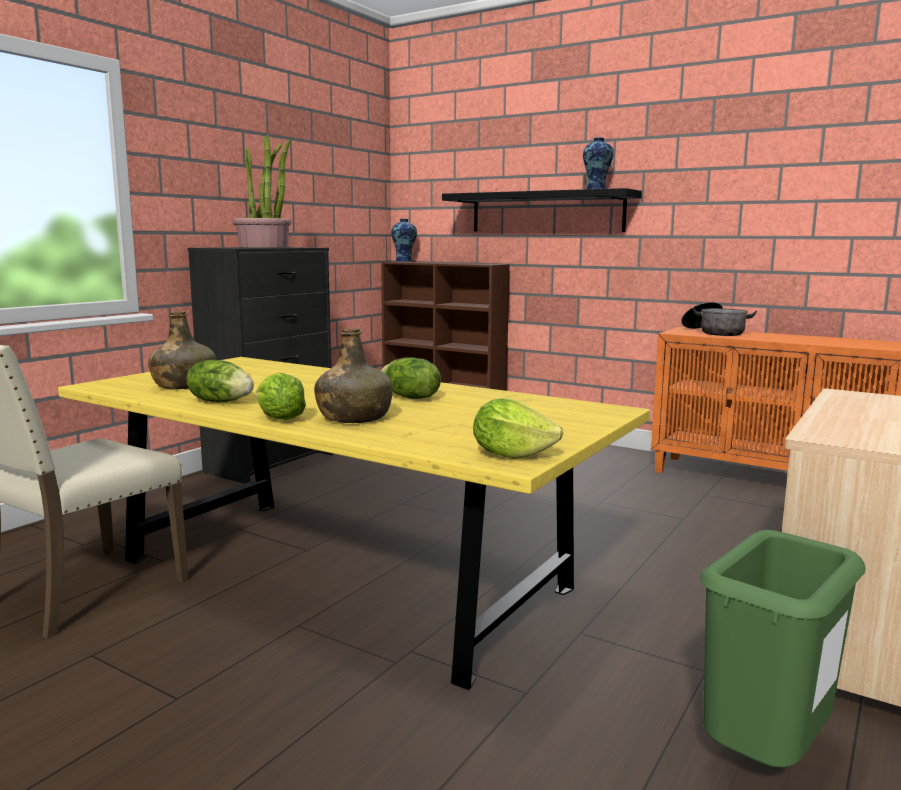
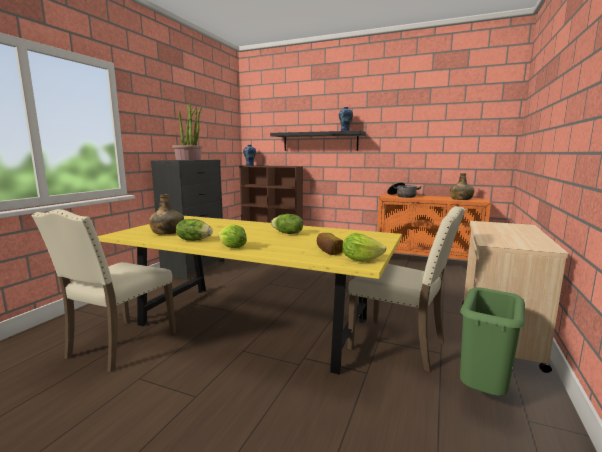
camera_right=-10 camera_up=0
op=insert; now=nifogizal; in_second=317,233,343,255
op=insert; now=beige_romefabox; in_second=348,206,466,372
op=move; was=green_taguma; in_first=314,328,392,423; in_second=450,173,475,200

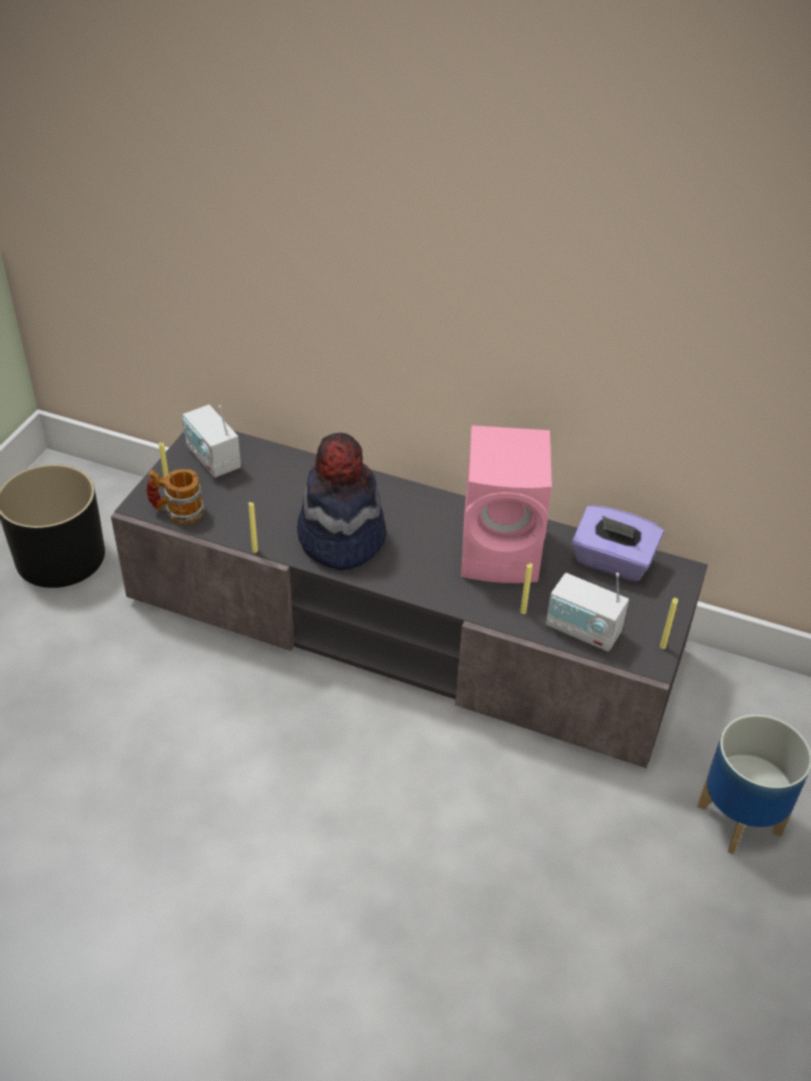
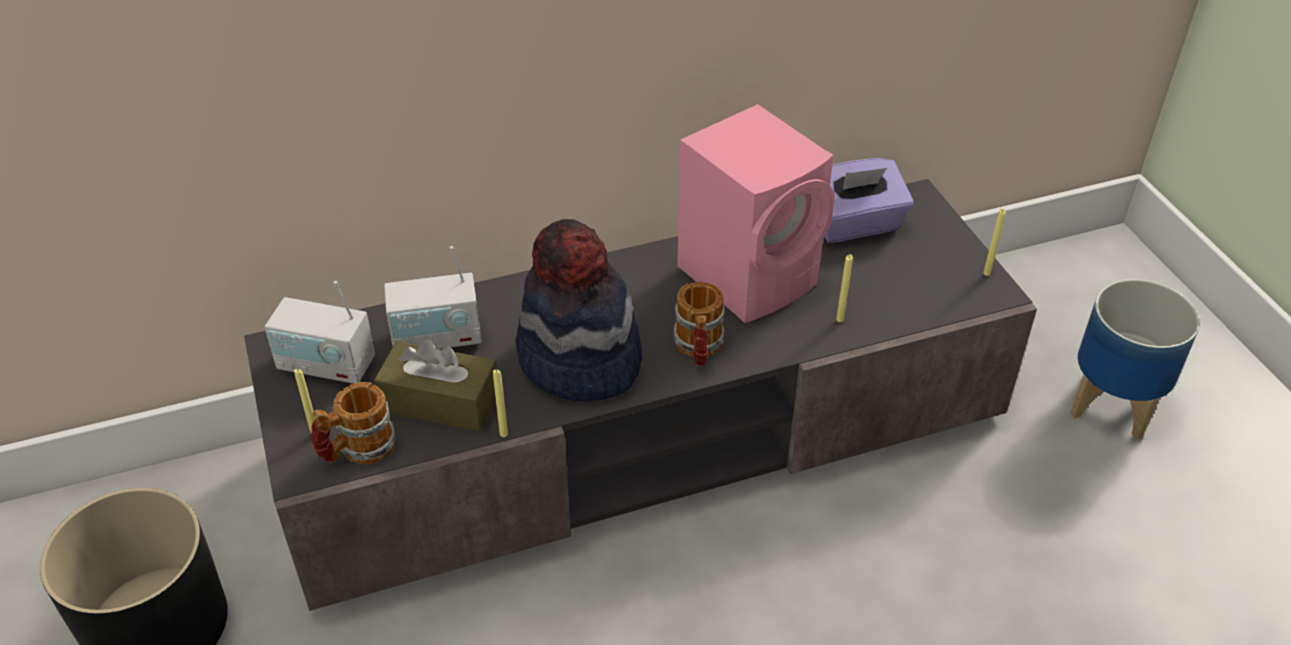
camera_right=-40 camera_up=0
op=insert; now=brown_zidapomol; in_second=374,339,497,432
op=insert; now=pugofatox; in_second=673,282,725,366
op=move; was=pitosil; in_first=546,573,629,652; in_second=384,246,481,349

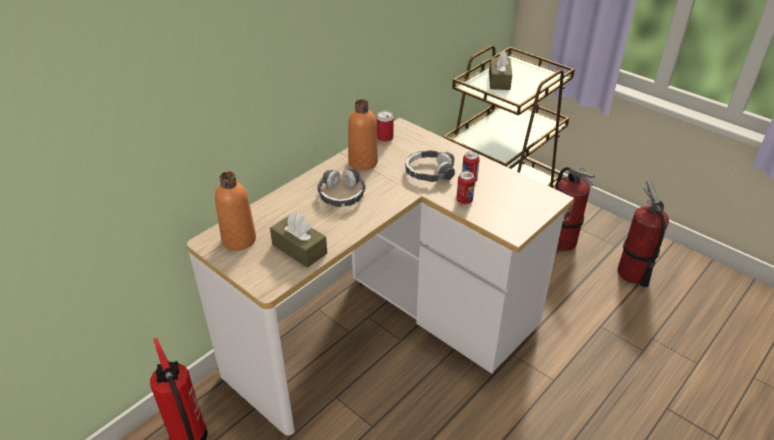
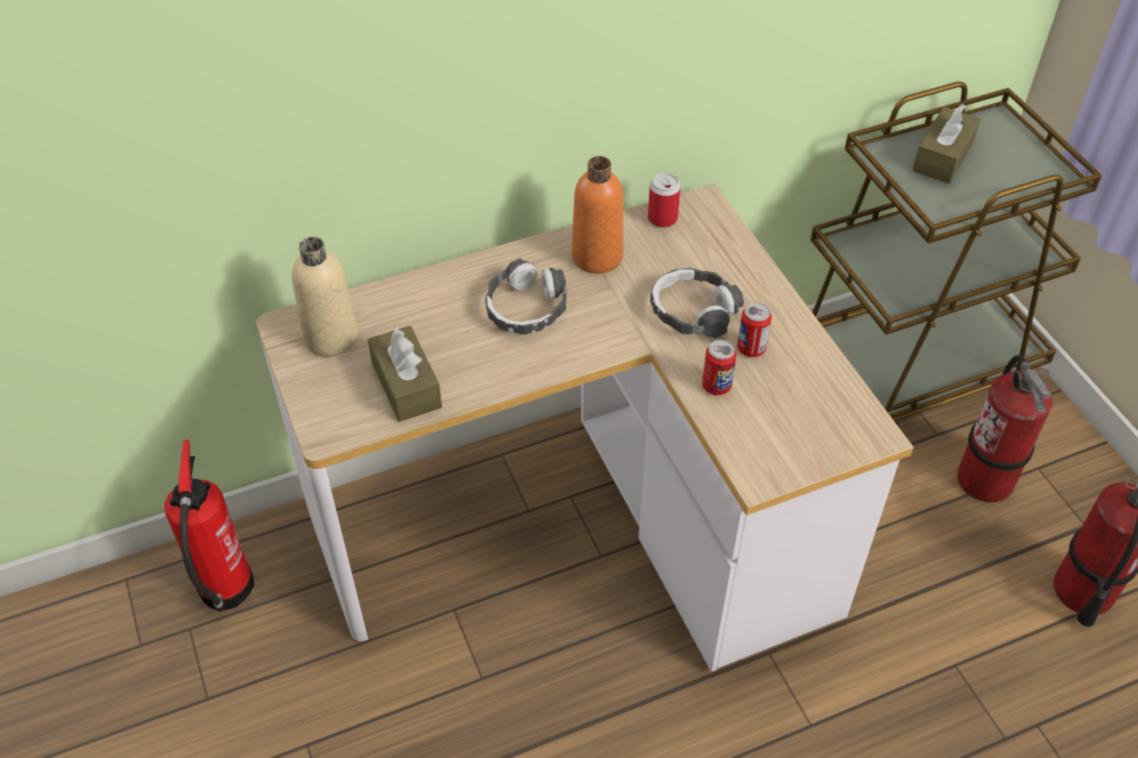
camera_right=25 camera_up=10
op=recolor; was=orange_taguma; now=beige_taguma; in_first=215,171,256,250; in_second=292,237,358,357

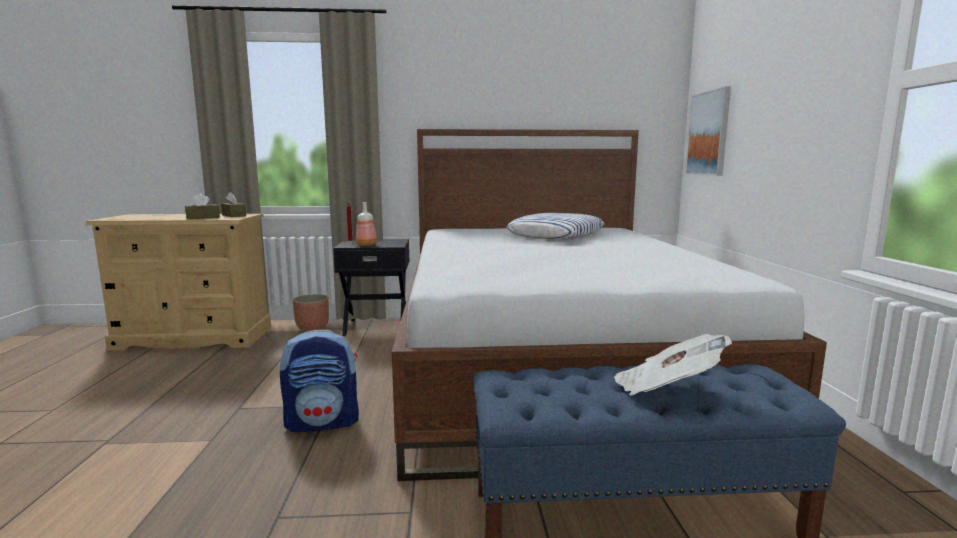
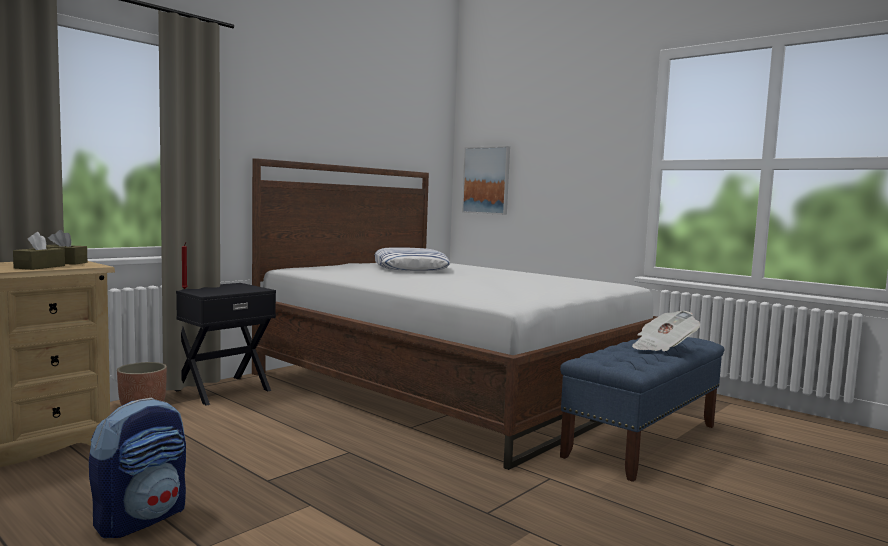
camera_right=-45 camera_up=-5
op=delete; was=taguma; in_first=356,202,377,246
op=move; was=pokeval; in_first=280,330,359,432; in_second=89,398,186,538

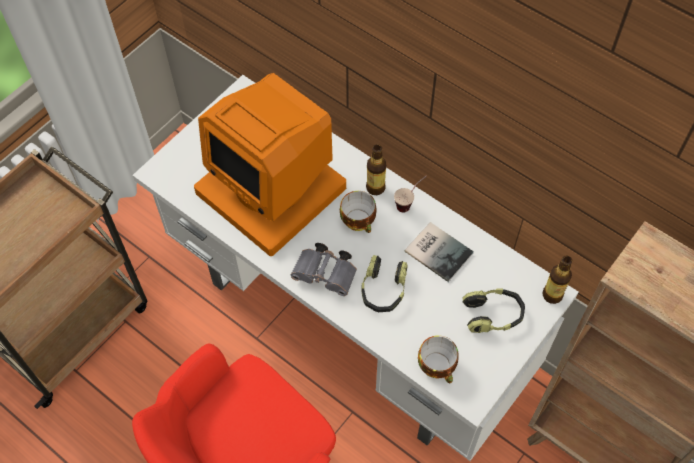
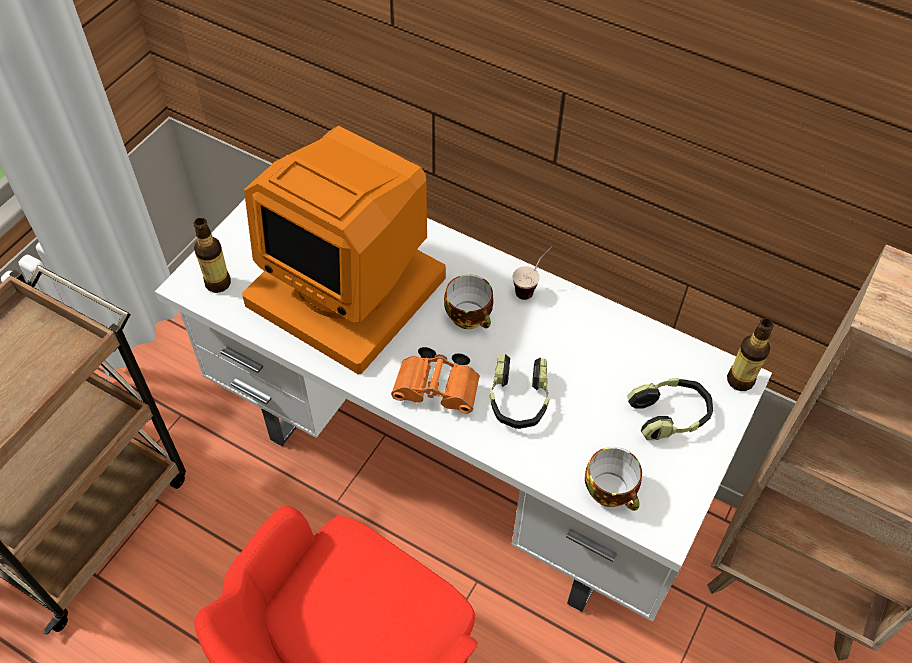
camera_right=-10 camera_up=-5
op=delete; was=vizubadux; in_first=405,222,474,282
op=move; was=taguma; in_first=366,144,386,195; in_second=193,218,231,293
op=recolor; was=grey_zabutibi; now=orange_zabutibi; in_first=291,243,357,296; in_second=391,347,480,414

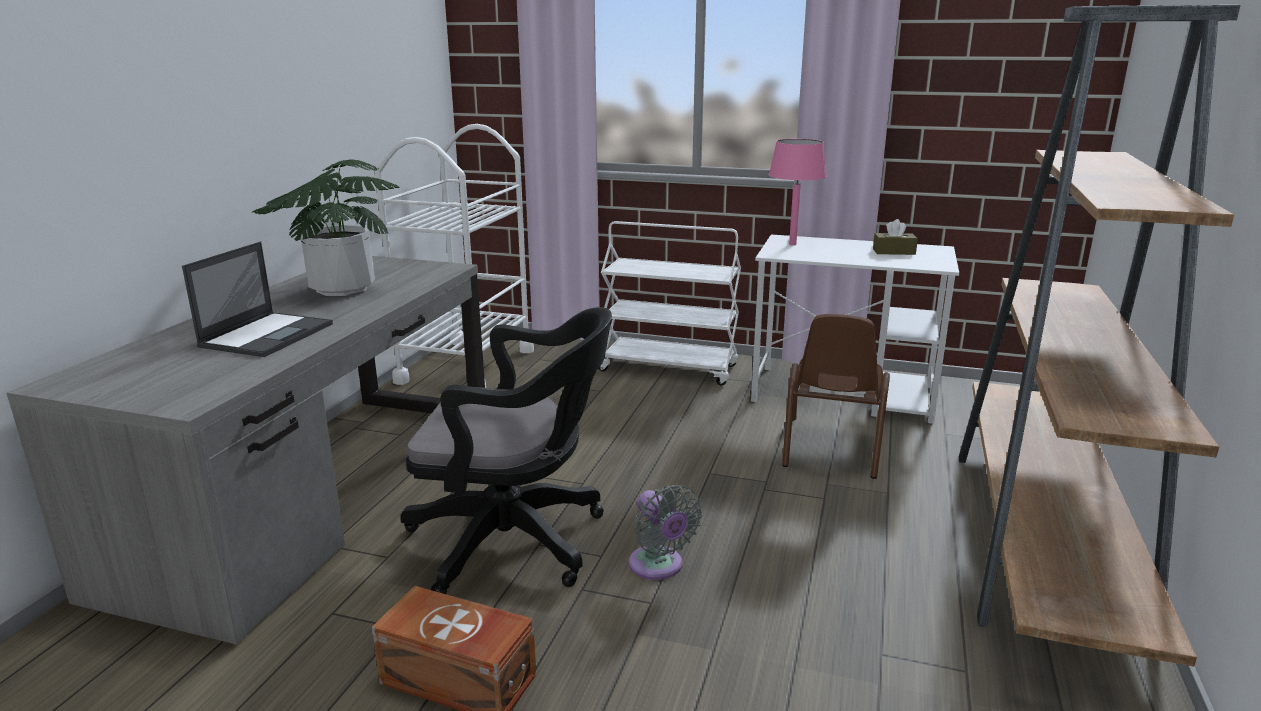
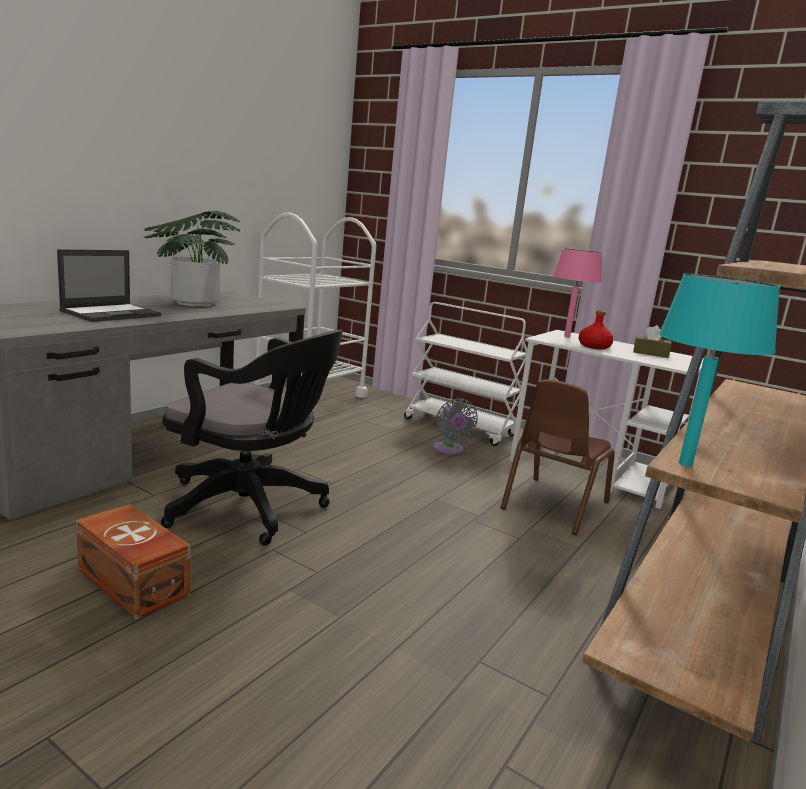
camera_right=15 camera_up=-5
op=insert; now=red_taguma; in_second=578,311,614,350
op=insert; now=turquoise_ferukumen; in_second=659,274,780,467
op=move; was=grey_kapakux; in_first=629,485,703,580; in_second=433,398,478,455

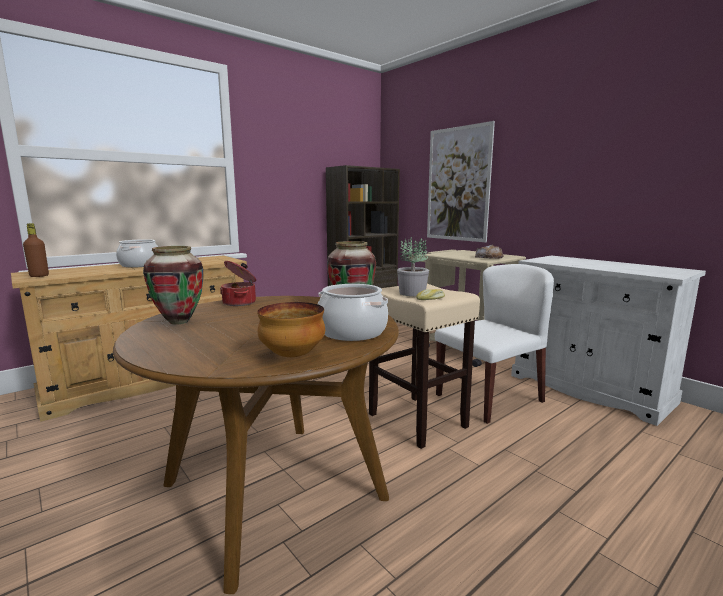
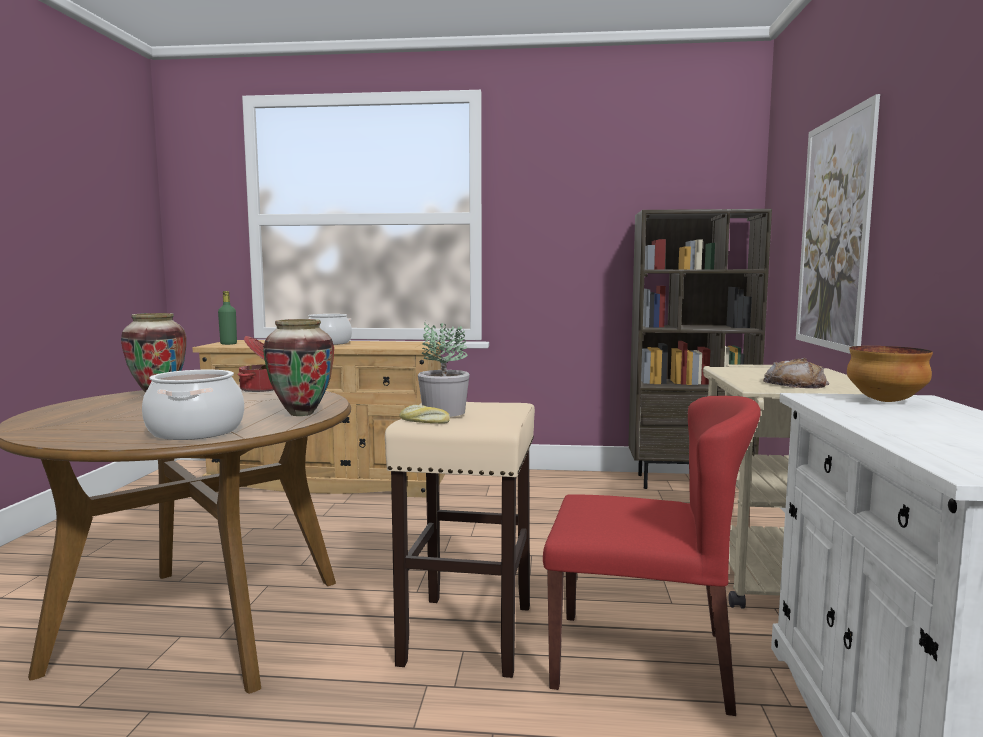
camera_right=45 camera_up=-5
op=move; was=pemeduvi; in_first=257,302,325,357; in_second=847,346,933,402
op=recolor; was=brown_taguma; now=green_taguma; in_first=23,223,49,277; in_second=218,291,237,345
op=recolor; was=white_romefabox; now=red_romefabox; in_first=435,264,554,424; in_second=543,396,761,716

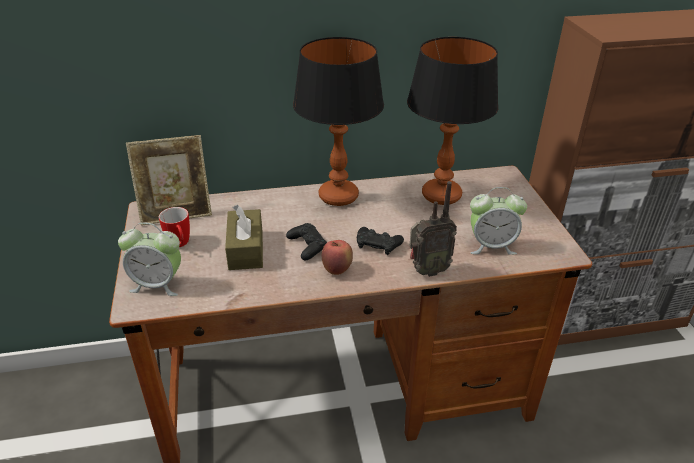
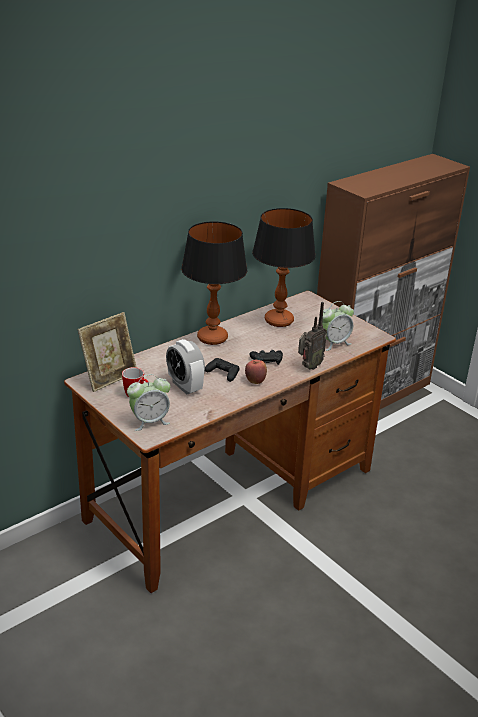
camera_right=-30 camera_up=-5
op=replace; was=brown_zidapomol; now=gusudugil; in_first=225,205,263,270; in_second=166,339,205,395

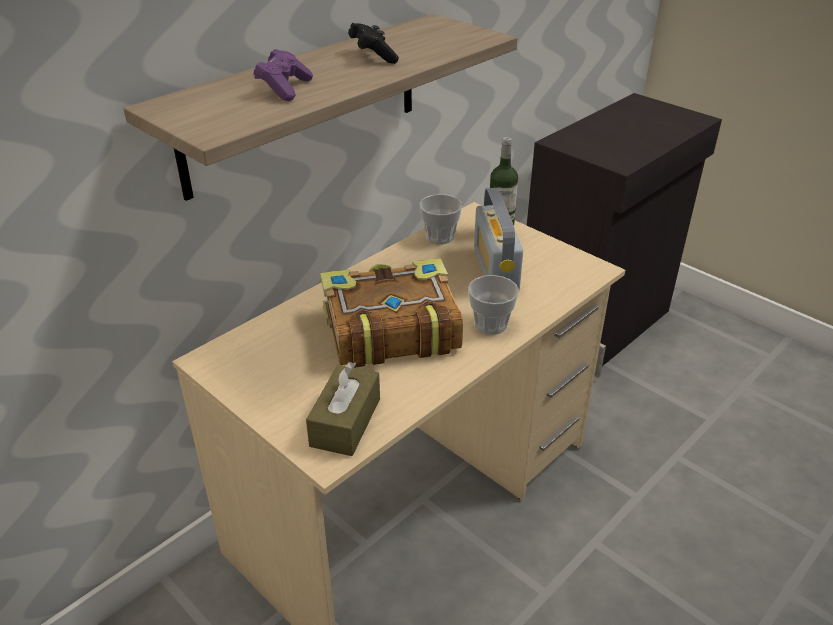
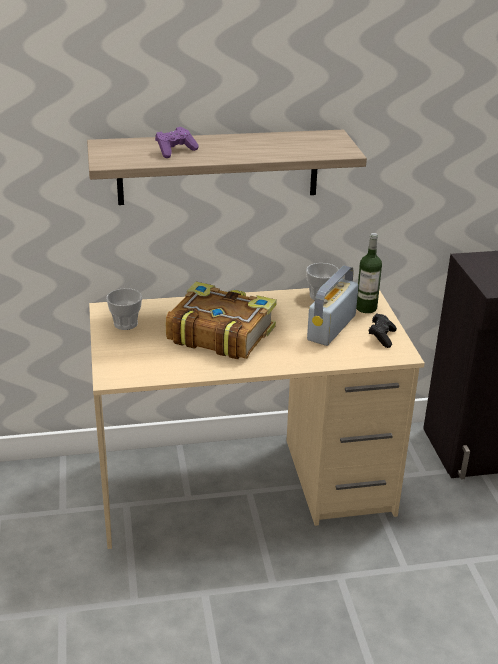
camera_right=35 camera_up=-5
op=delete; was=brown_zidapomol; in_first=306,362,380,456
op=move; was=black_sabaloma; in_first=348,23,399,64; in_second=368,314,397,348
op=move; was=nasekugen; in_first=468,275,519,335; in_second=106,288,142,330

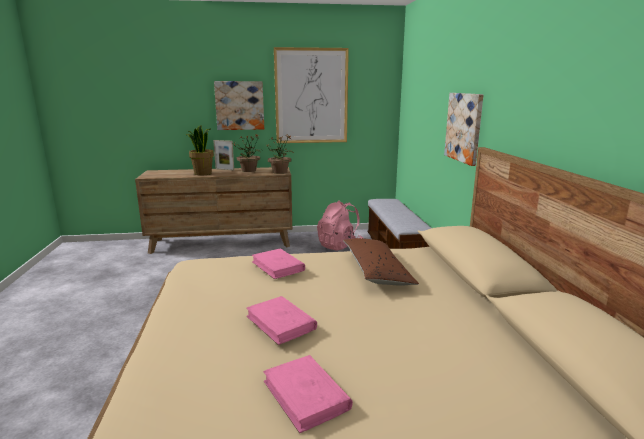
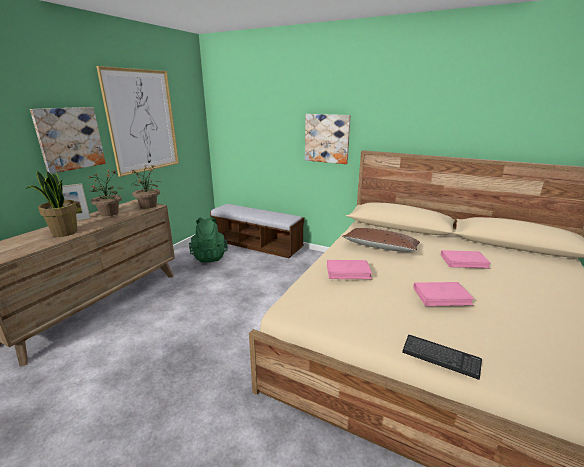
camera_right=-55 camera_up=5
op=insert; now=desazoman; in_second=402,335,482,380
op=move; was=pink_vizubadux; in_first=263,355,353,433; in_second=441,250,491,269
op=recolor; was=pink_pokeval; now=green_pokeval; in_first=317,200,363,250; in_second=189,217,228,263

